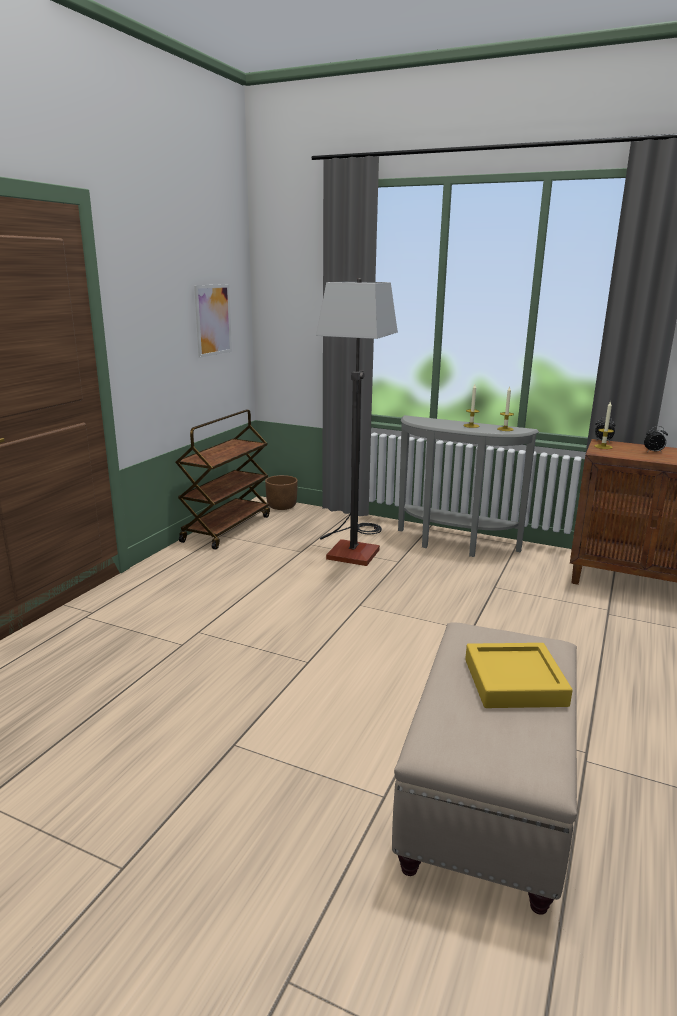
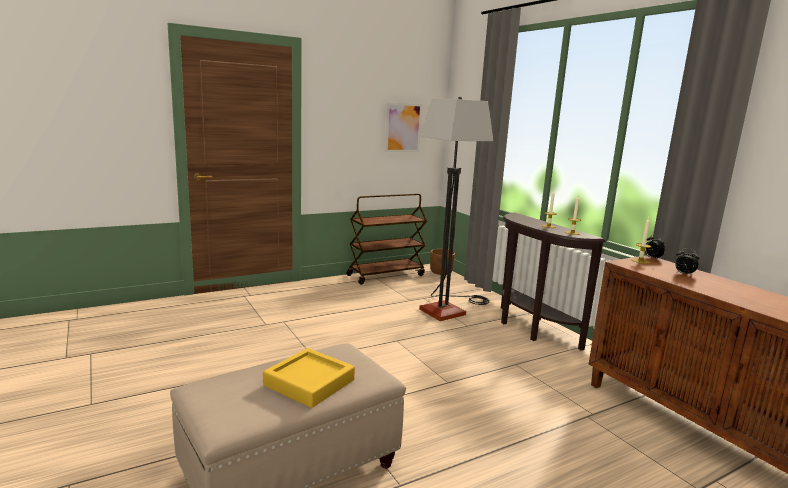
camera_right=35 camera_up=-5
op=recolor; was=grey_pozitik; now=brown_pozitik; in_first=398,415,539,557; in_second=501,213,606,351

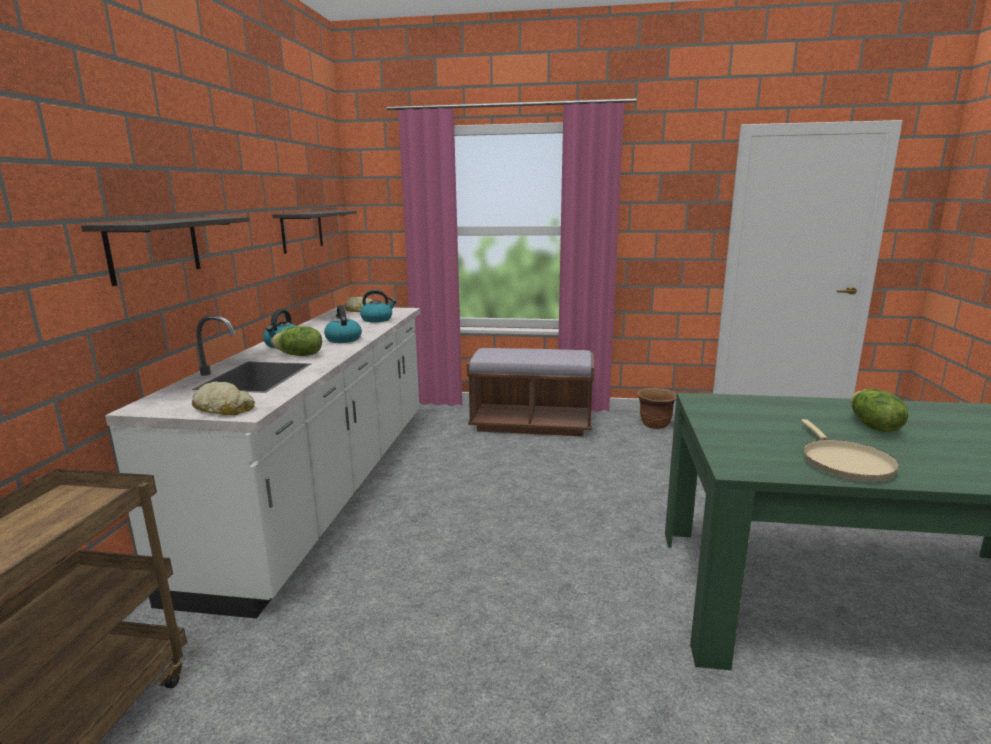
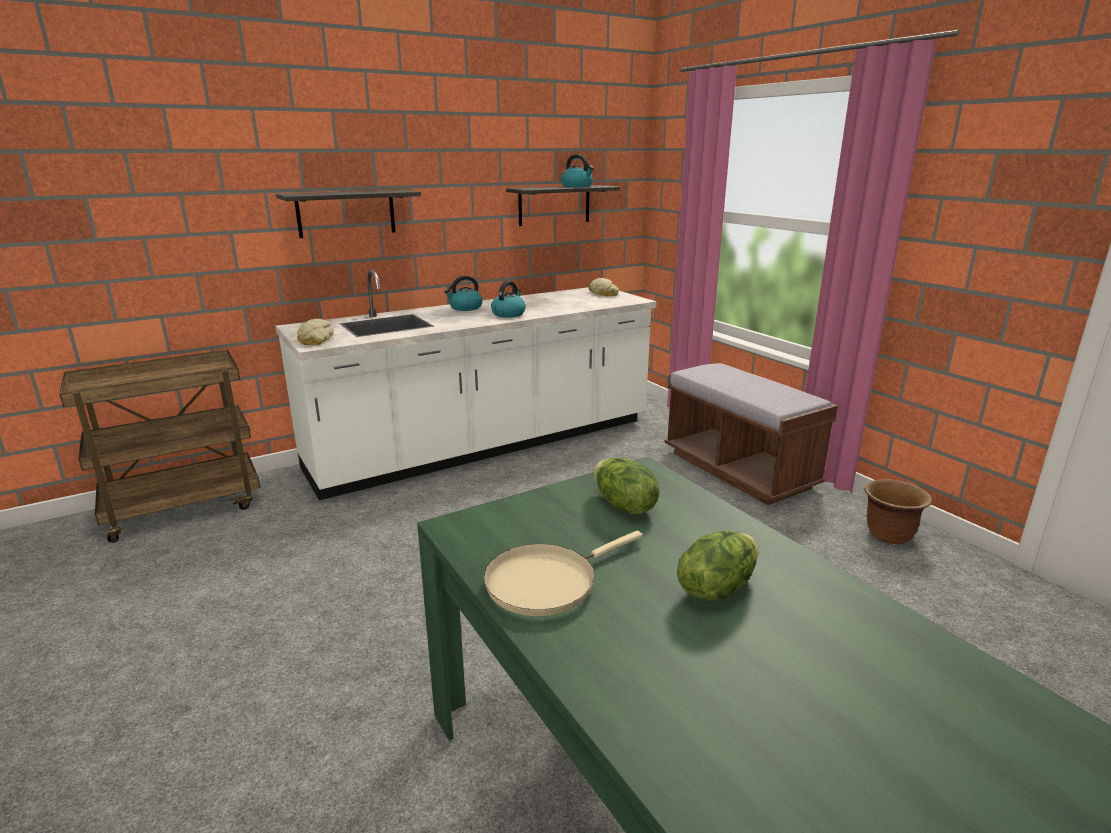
camera_right=50 camera_up=5
op=move; was=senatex; in_first=271,326,322,356; in_second=594,458,660,515
op=move; was=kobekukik; in_first=360,290,396,322; in_second=561,154,594,187

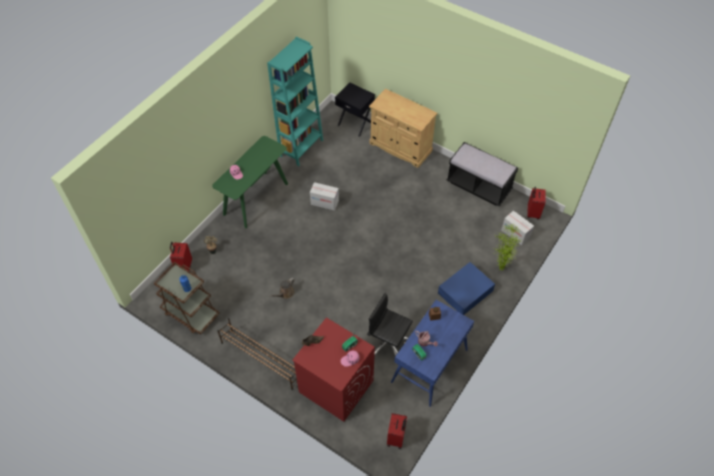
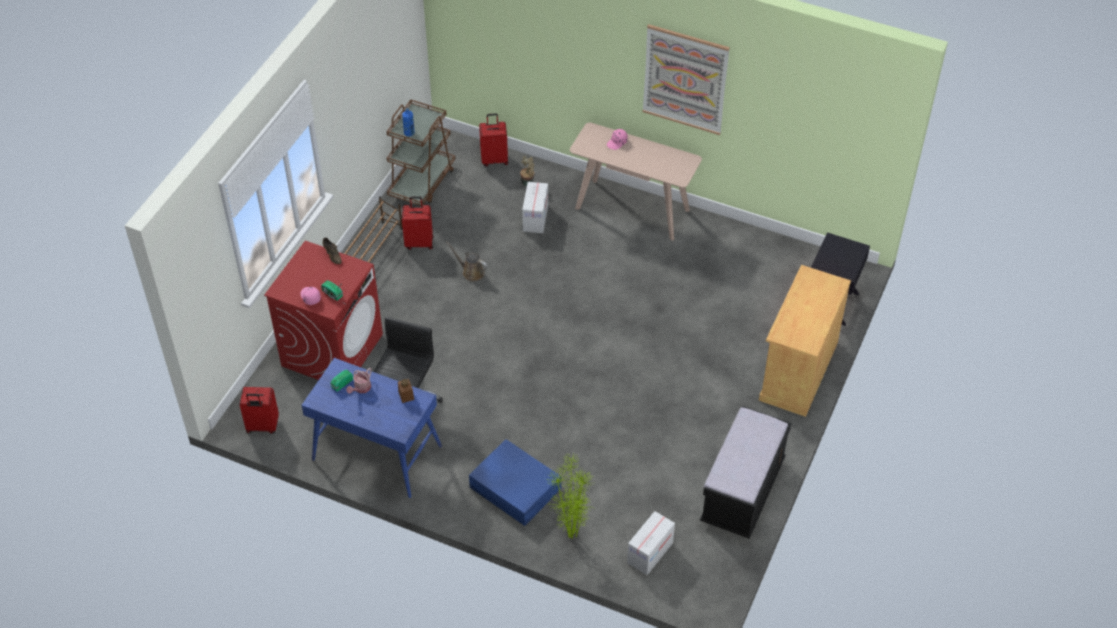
camera_right=80 camera_up=-5
op=delete; was=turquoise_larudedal; in_first=267,37,323,166
op=insert; now=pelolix; in_second=643,24,730,135
op=move; was=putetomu; in_first=310,182,339,211; in_second=522,182,548,233
op=move; was=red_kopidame; in_first=527,187,546,219; in_second=402,196,433,250
op=recolor; was=green_pozitik; now=beige_pozitik; in_first=212,136,288,228; in_second=570,123,702,241

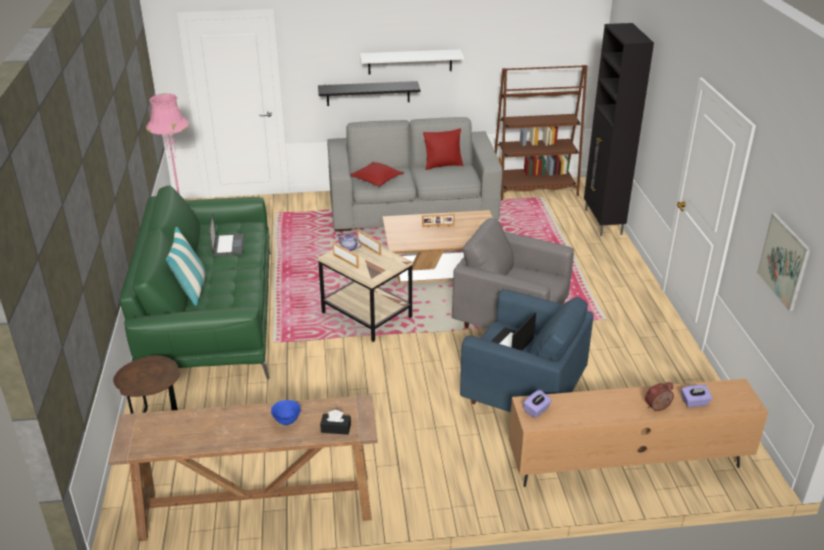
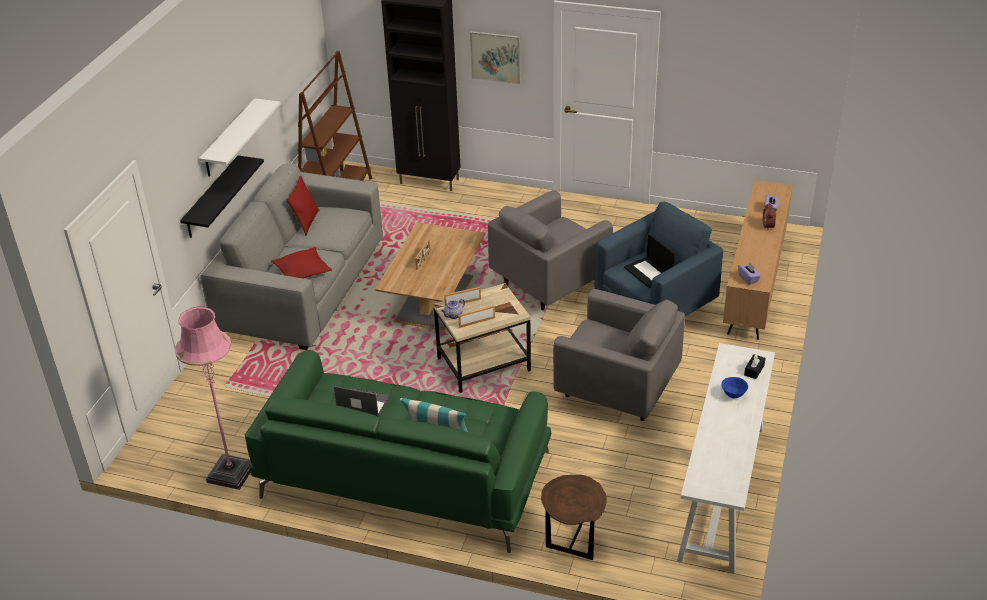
camera_right=-65 camera_up=5
op=insert; now=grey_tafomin; in_second=553,289,685,421
op=move; was=pelolix; in_first=757,213,811,311; in_second=470,31,521,84
op=recolor; was=brown_pozitik; now=white_pozitik; in_first=108,395,378,541; in_second=677,343,775,574

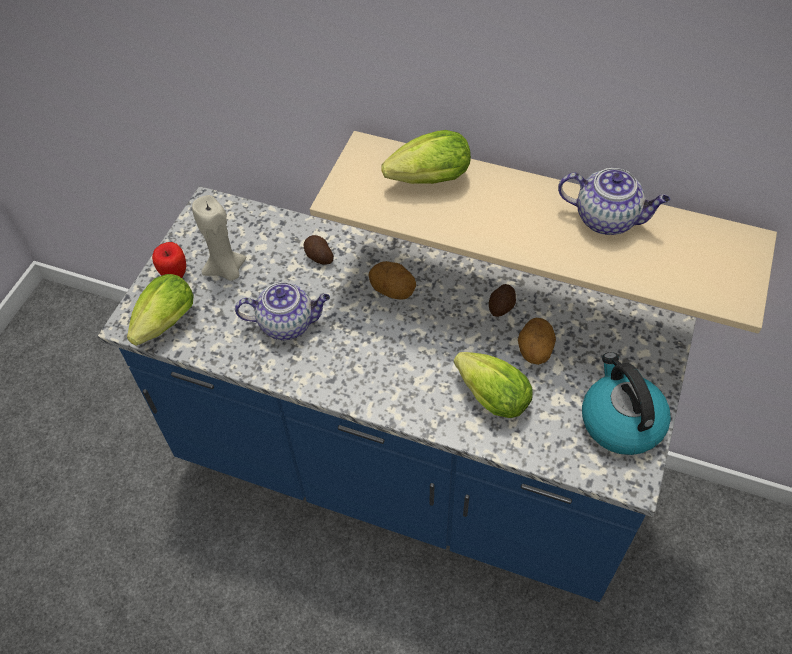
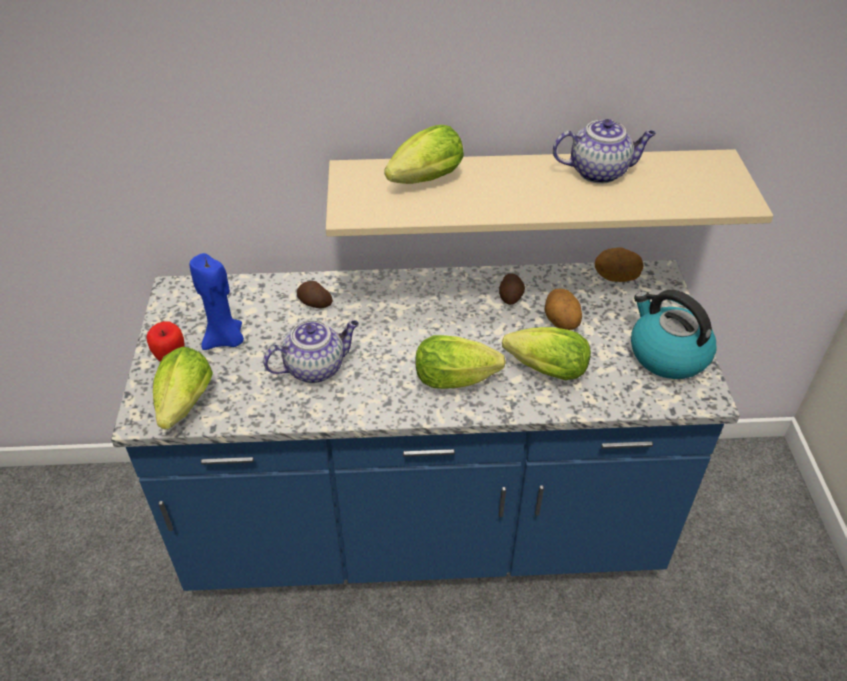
camera_right=-25 camera_up=-10
op=insert; now=senatex; in_second=416,335,506,389
op=move; was=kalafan; in_first=368,261,416,300; in_second=595,247,643,282
op=recolor; was=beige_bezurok; now=blue_bezurok; in_first=192,195,246,281; in_second=190,253,244,350

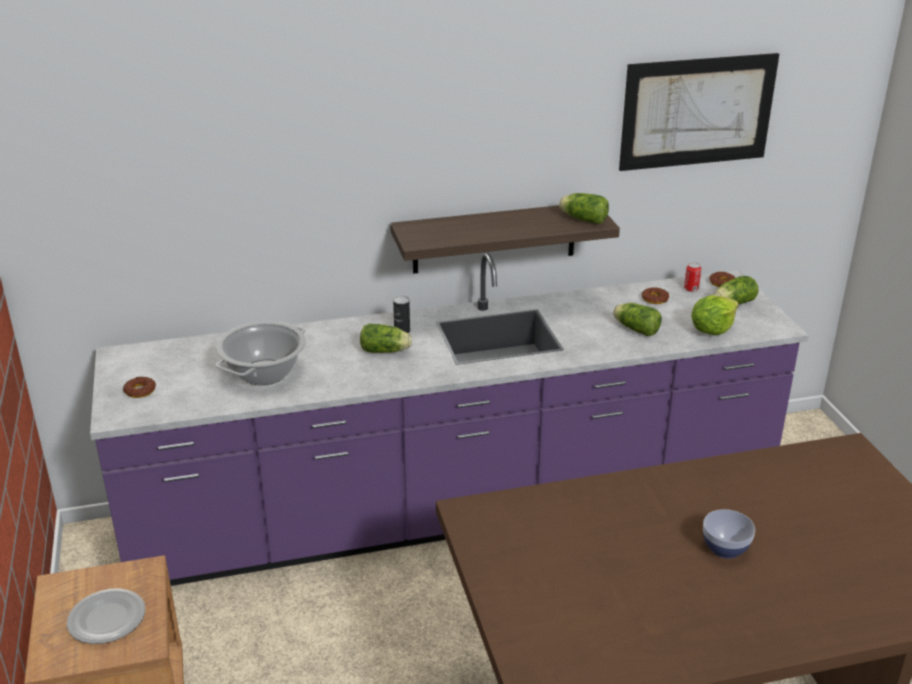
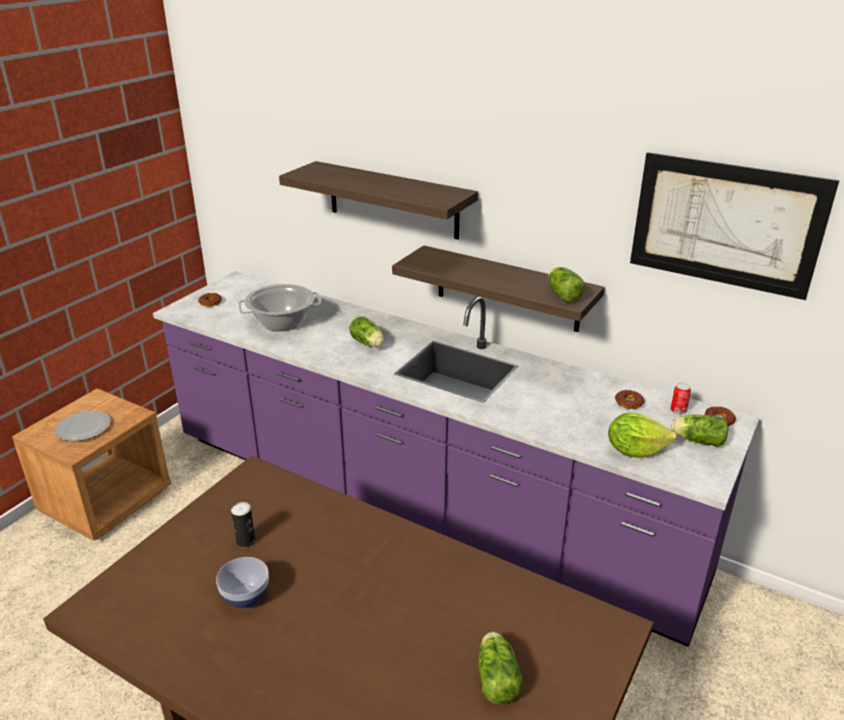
camera_right=45 camera_up=0
op=insert; now=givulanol; in_second=279,161,478,239
op=move; was=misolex; in_first=393,296,410,333; in_second=231,502,256,548
op=move; was=senatex; in_first=613,303,662,336; in_second=478,632,523,704
op=move; was=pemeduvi; in_first=703,509,755,559; in_second=216,557,269,608

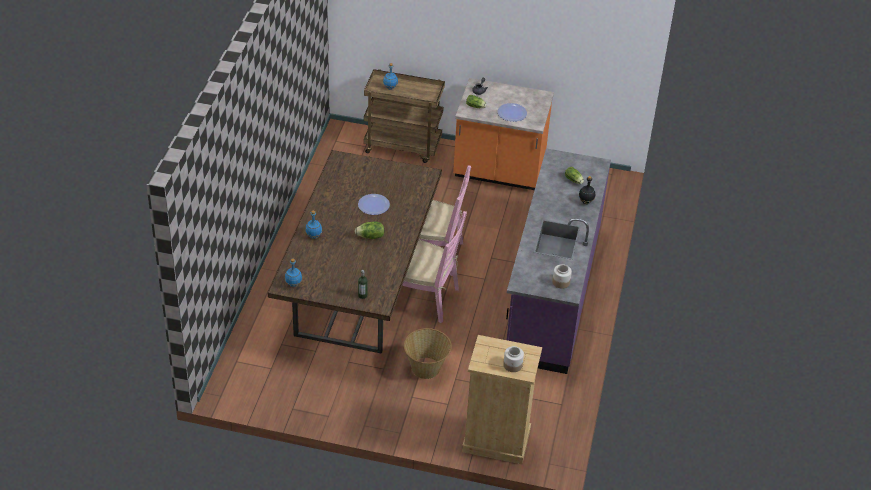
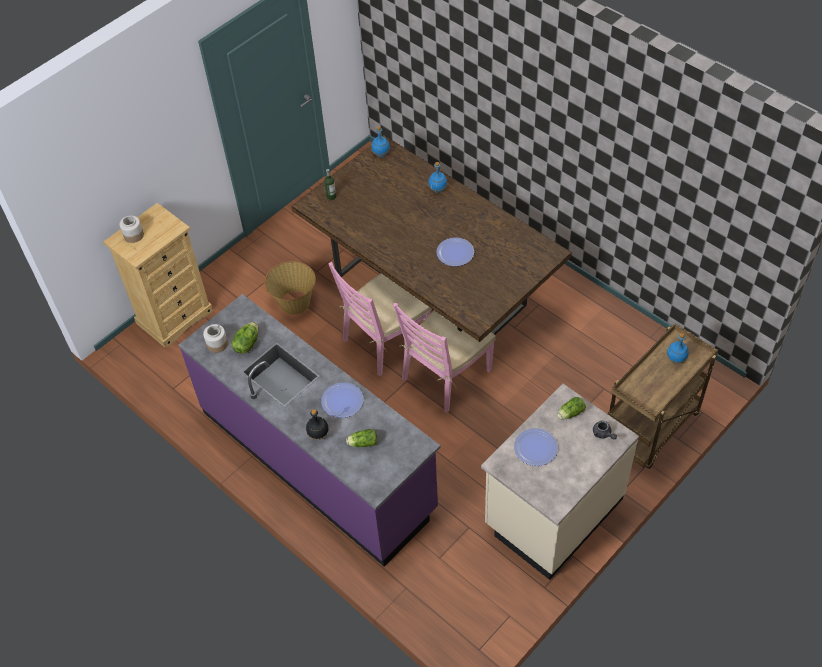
camera_right=125 camera_up=10
op=insert; now=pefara; in_second=321,382,363,418
op=move; was=senatex; in_first=355,221,384,239; in_second=231,322,258,354
op=recolor; was=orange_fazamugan; now=beige_fazamugan; in_first=453,78,554,190; in_second=481,384,639,580

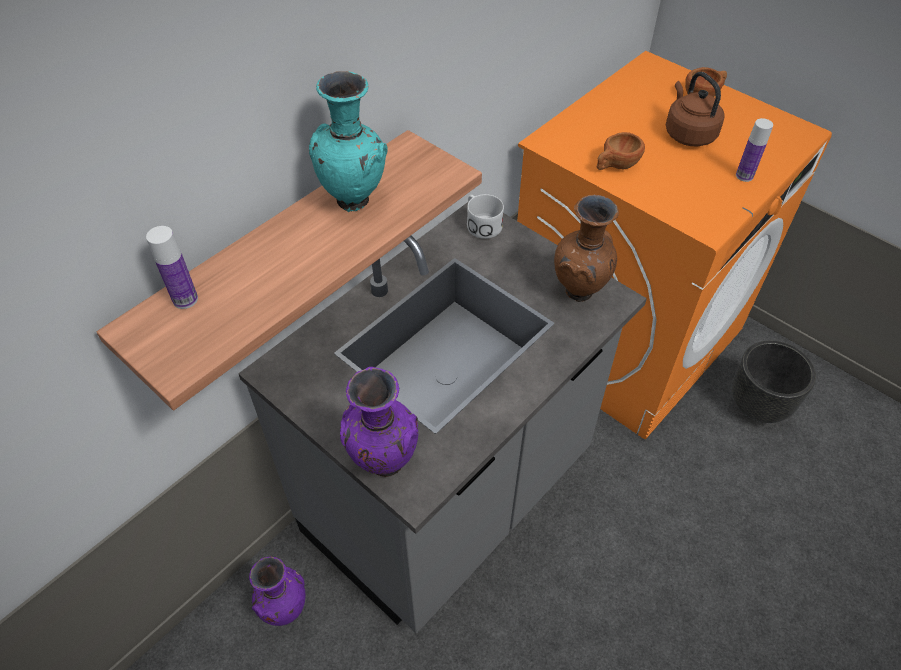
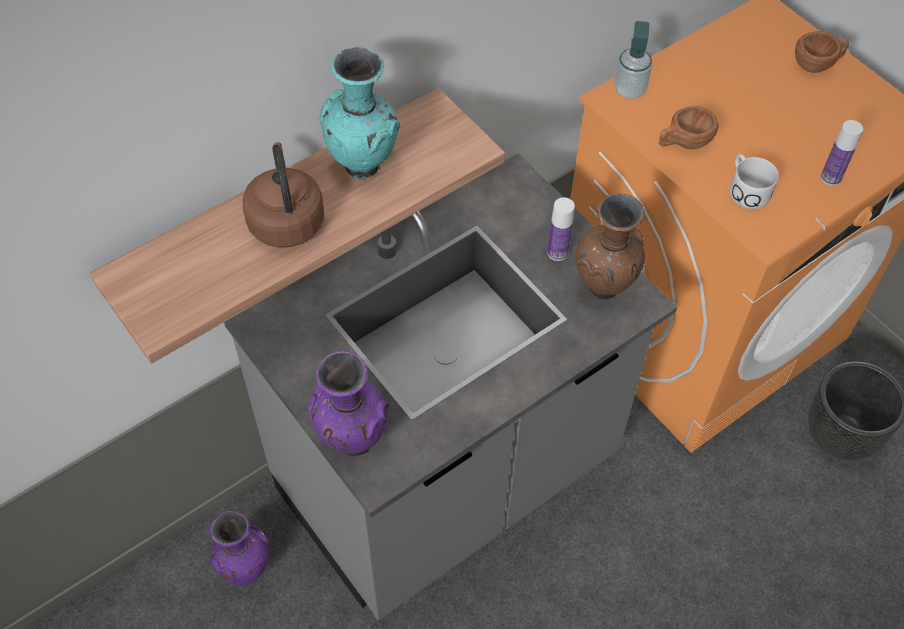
camera_right=10 camera_up=5
op=insert; now=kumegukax; in_second=614,21,652,99
op=move; was=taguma; in_first=146,226,198,309; in_second=547,197,575,261
op=move; was=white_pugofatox; in_first=467,194,504,239; in_second=730,154,778,209
op=move; was=brown_kobekukik; in_first=666,72,724,146; in_second=243,142,324,248

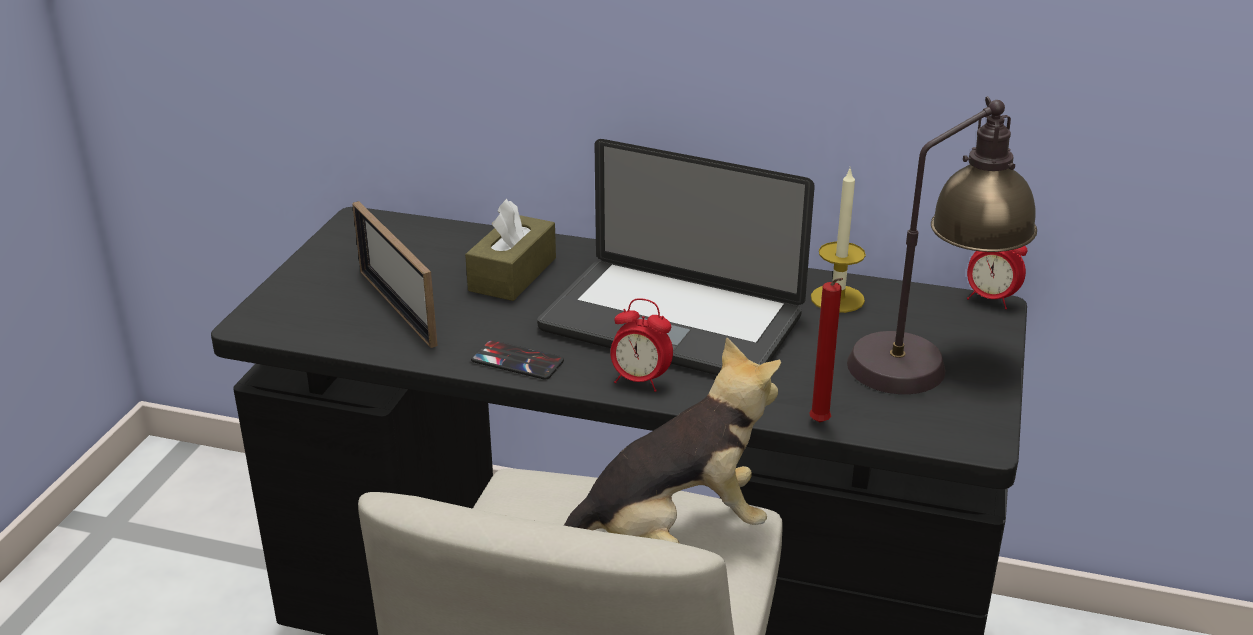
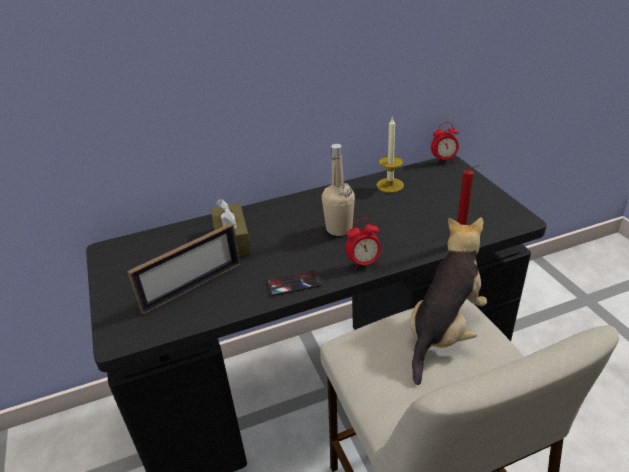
camera_right=-35 camera_up=5
op=delete; was=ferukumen; in_first=847,96,1037,394
op=replace; was=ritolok; now=beige_taguma; in_first=537,139,815,375; in_second=322,144,355,236
op=rotate; was=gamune; in_first=352,201,438,348; in_second=127,223,241,315; clockwise=-60

